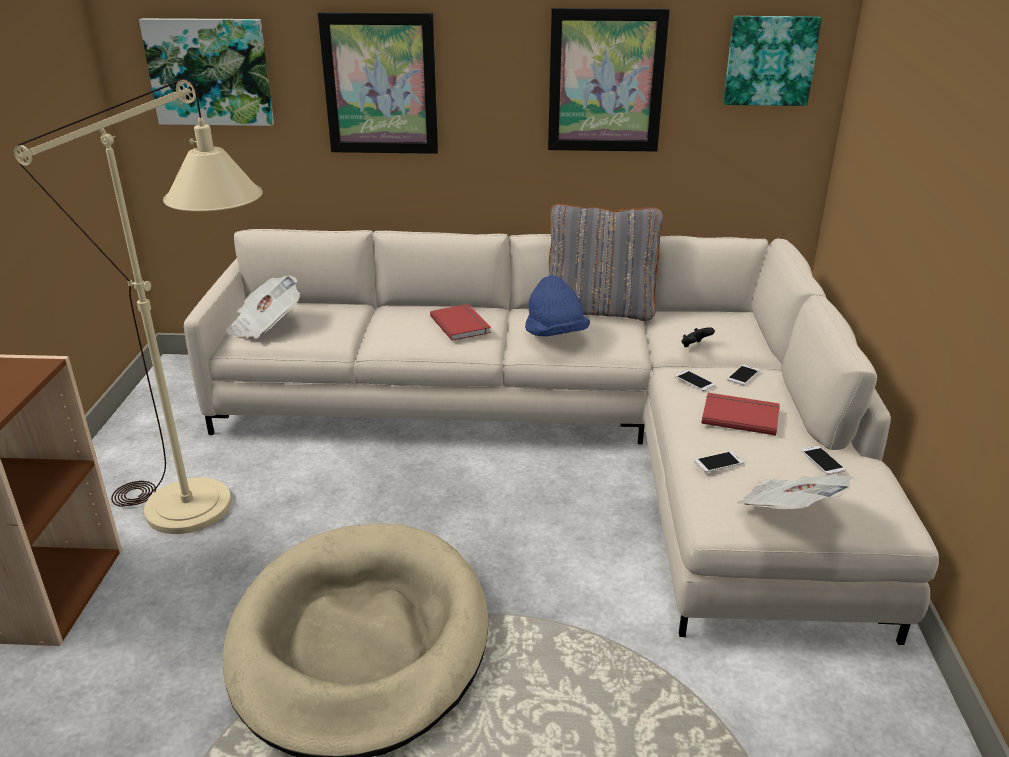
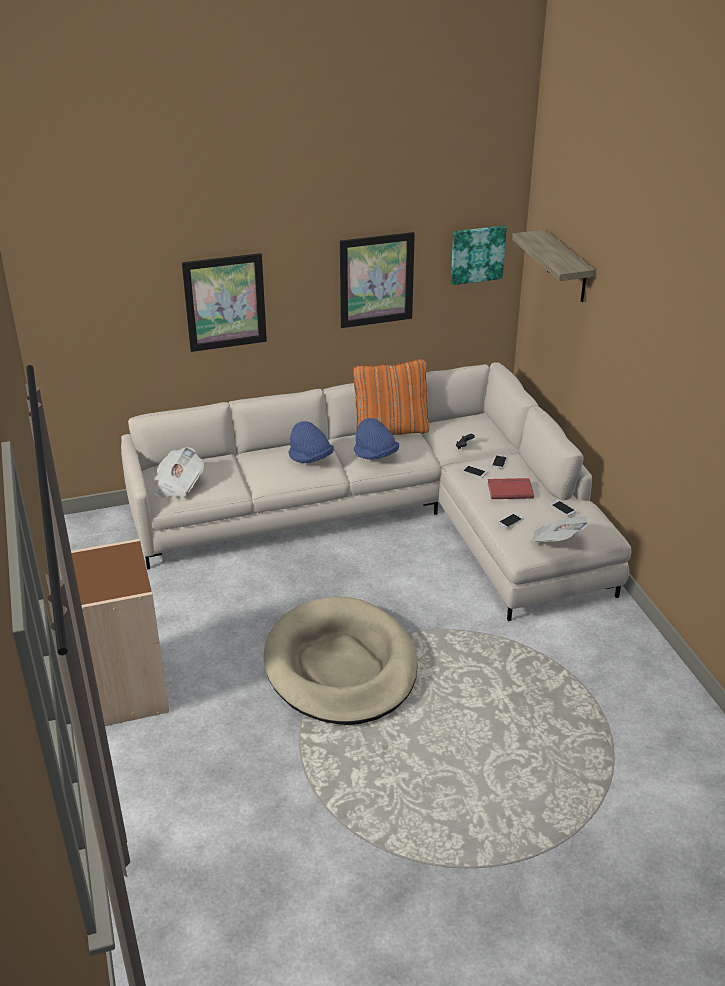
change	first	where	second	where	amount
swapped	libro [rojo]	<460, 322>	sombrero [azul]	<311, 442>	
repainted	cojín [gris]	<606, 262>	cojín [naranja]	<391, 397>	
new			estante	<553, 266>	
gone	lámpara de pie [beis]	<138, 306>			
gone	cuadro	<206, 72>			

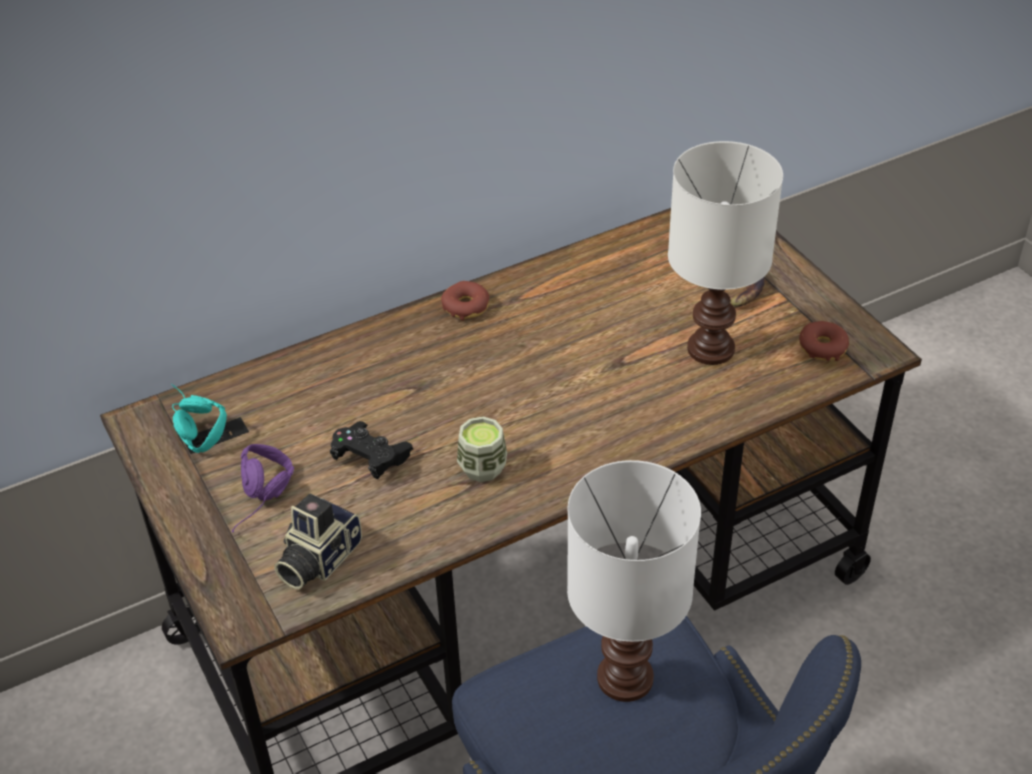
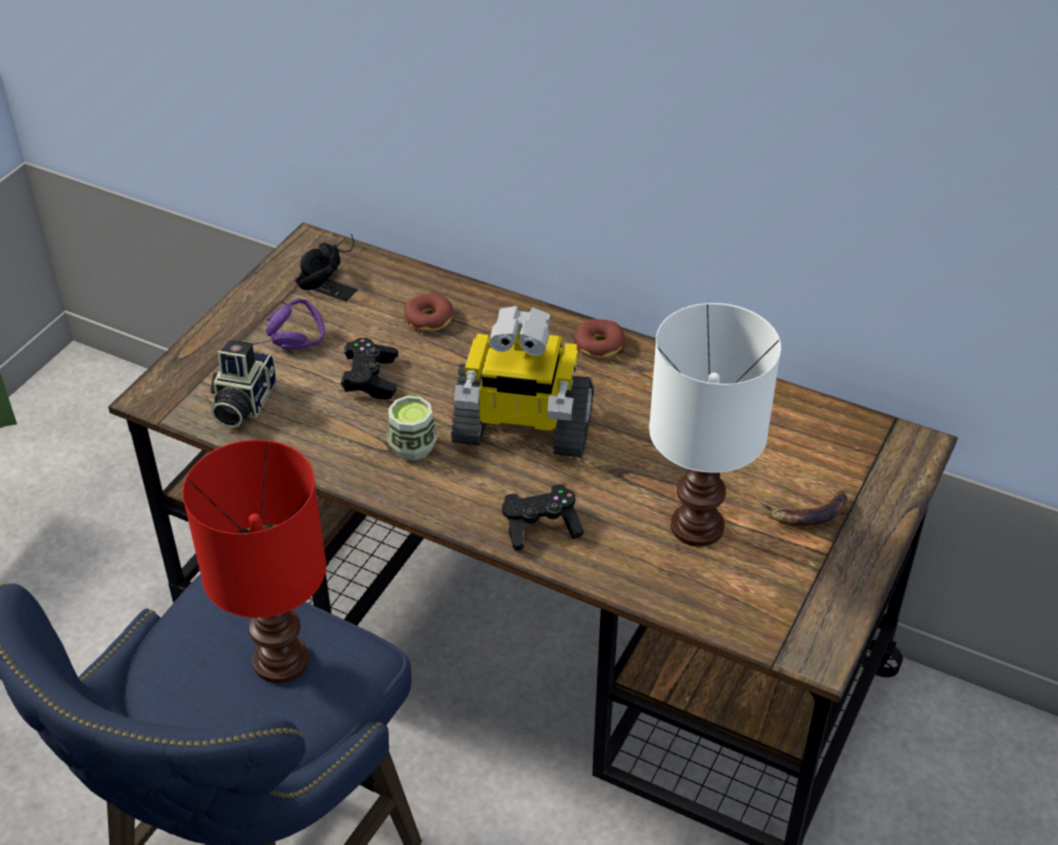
change	first	where	second	where	amount
repainted	lámpara de mesa [blanco]	<634, 581>	lámpara de mesa [rojo]	<254, 561>	
rotated	cámara	<318, 541>		<243, 384>	75 degrees counterclockwise
repainted	auriculares [turquesa]	<199, 418>	auriculares [negro]	<324, 262>	
shifted	rosquilla	<824, 341>		<429, 312>	
new			robot de juguete	<522, 381>	
new			mando de consola [negro]	<543, 517>	

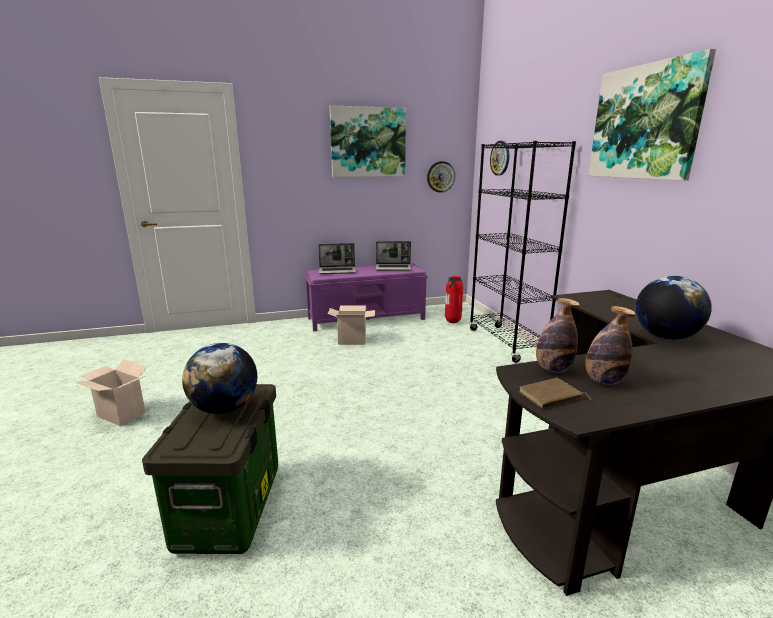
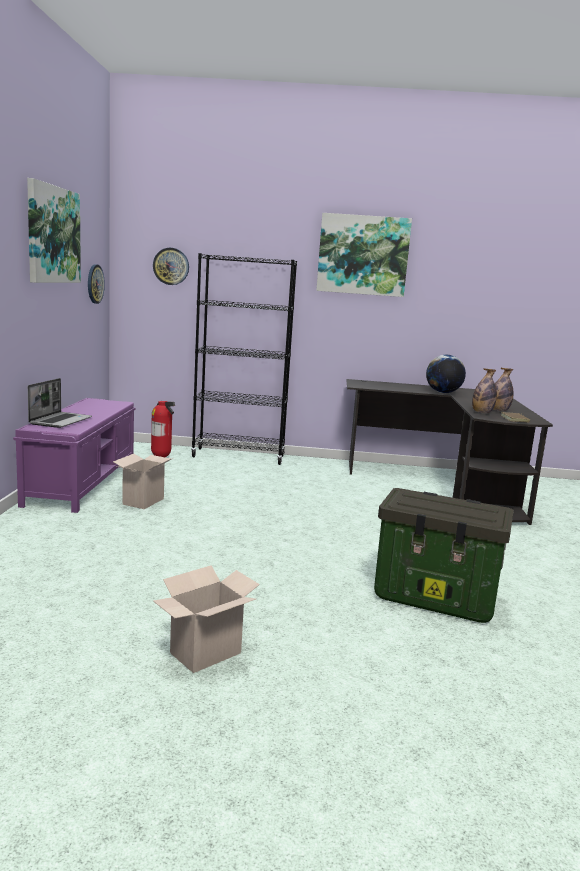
change	first	where	second	where	amount
gone	globo terráqueo	<219, 378>			
gone	portátil	<394, 256>			

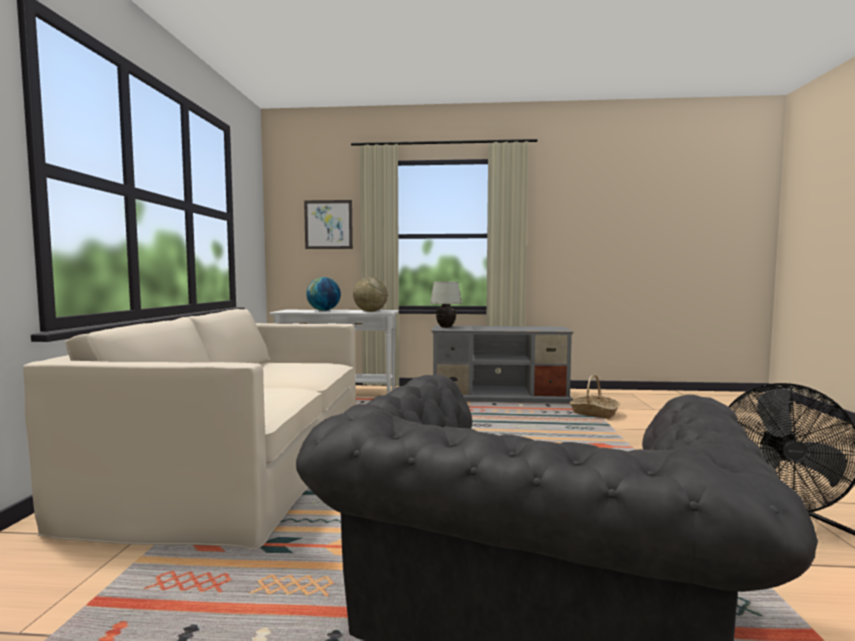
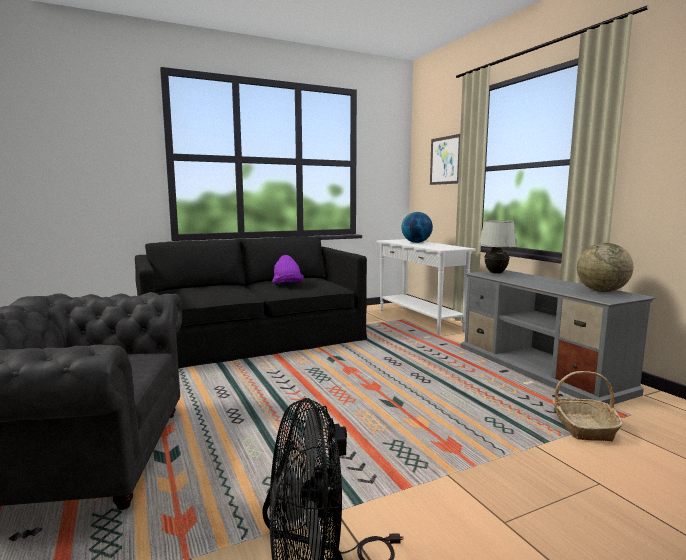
change	first	where	second	where	amount
repainted	sofá [beis]	<189, 429>	sofá [negro]	<251, 302>	
new			sombrero [morado]	<288, 269>	
shifted	globo terráqueo	<370, 294>		<605, 267>	

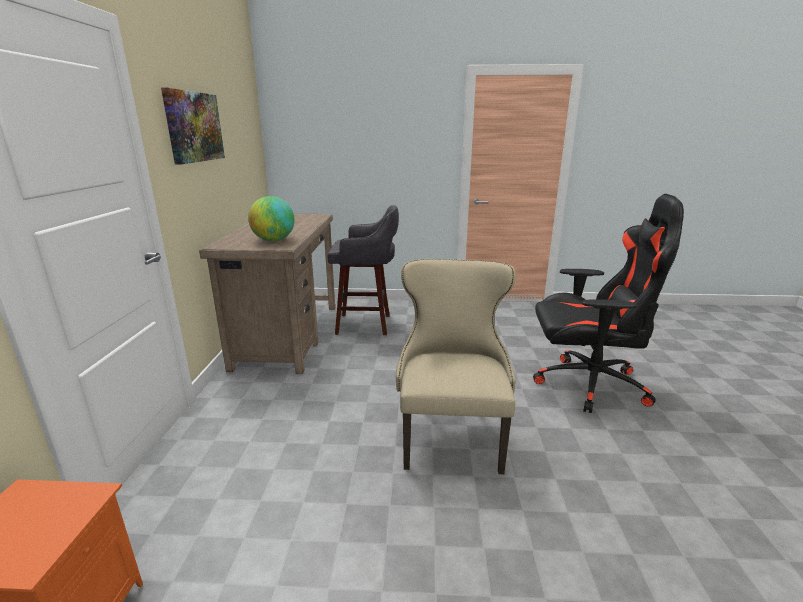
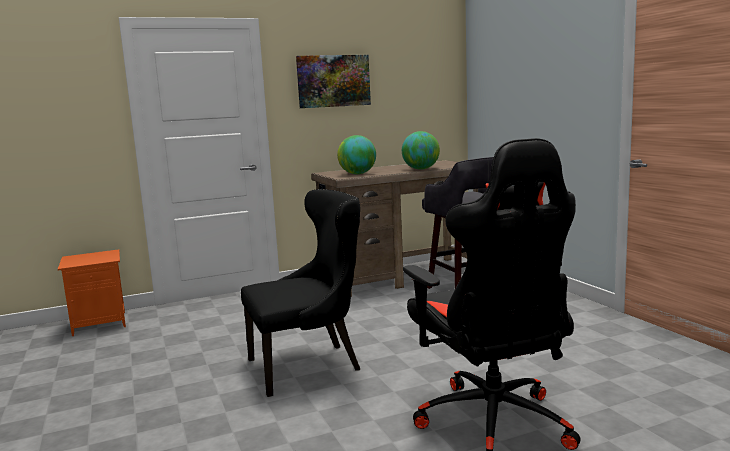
change	first	where	second	where	amount
repainted	silla [beis]	<456, 366>	silla [negro]	<300, 293>	
new			globo terráqueo	<421, 150>	

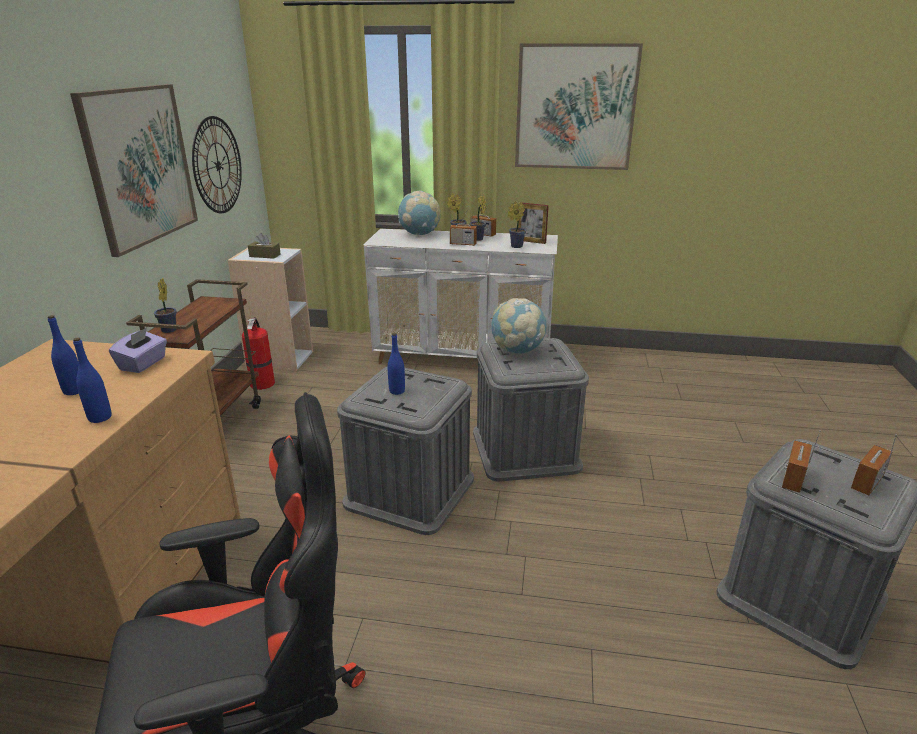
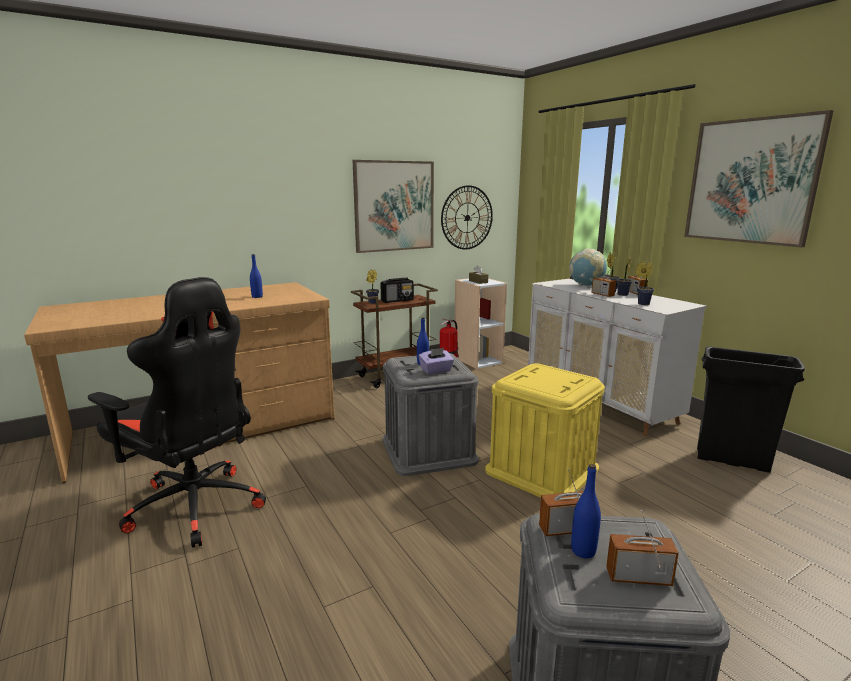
change	first	where	second	where	amount
new			radio	<397, 290>	
shifted	caja de pañuelos [morado]	<138, 350>		<436, 361>	
repainted	caja de almacenaje [gris]	<531, 409>	caja de almacenaje [amarillo]	<545, 430>	
shifted	botella [azul]	<92, 380>		<586, 511>	
new			papelera [negro]	<751, 410>	
gone	globo terráqueo	<518, 326>			
gone	portarretratos	<533, 223>			

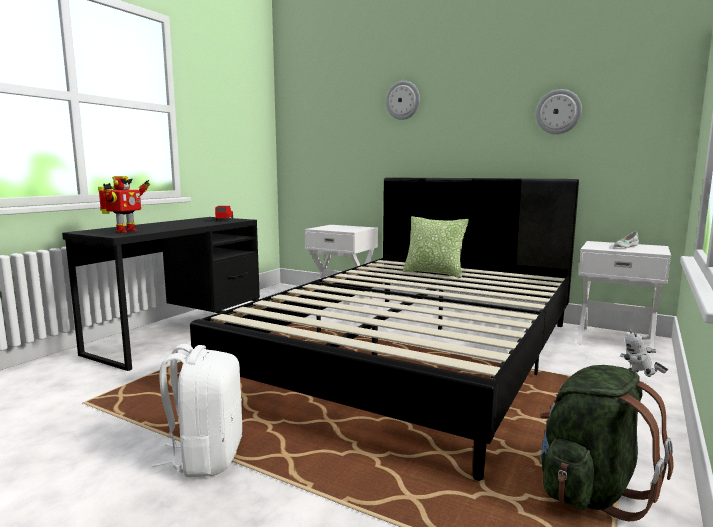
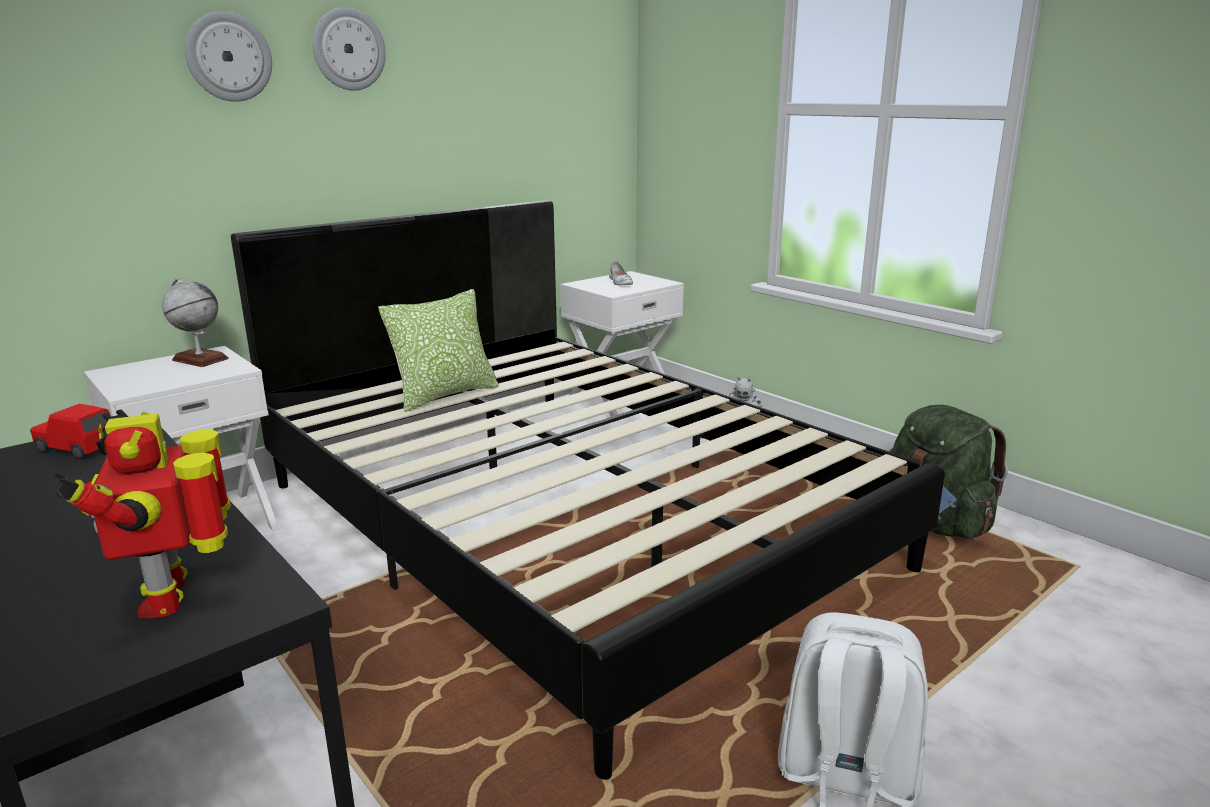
change	first	where	second	where	amount
rotated	robot de juguete	<124, 204>		<143, 514>	150 degrees counterclockwise
new			globo terráqueo	<195, 322>	
shifted	reloj de pared	<559, 111>		<349, 49>	

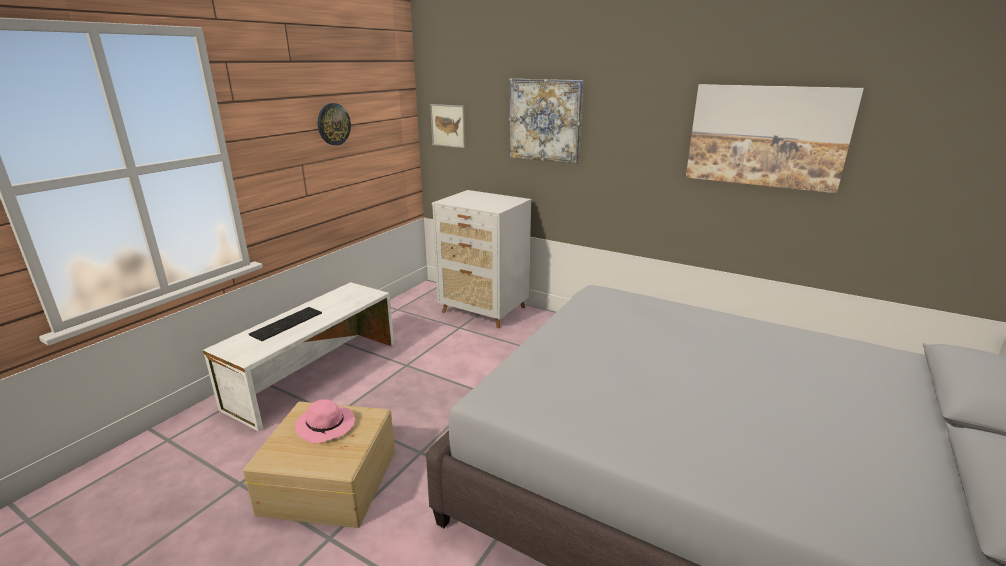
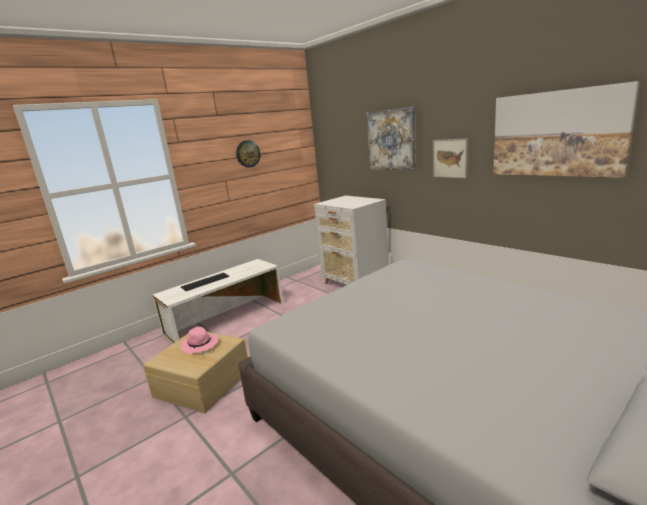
change	first	where	second	where	amount
shifted	cuadro	<447, 126>		<450, 158>	

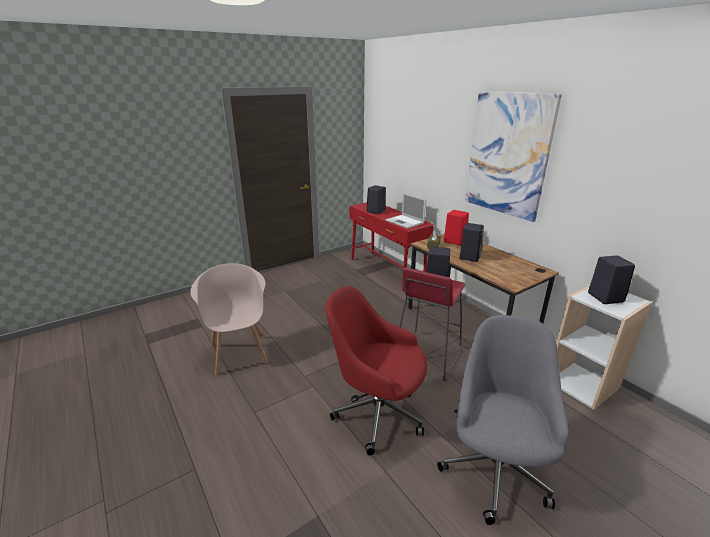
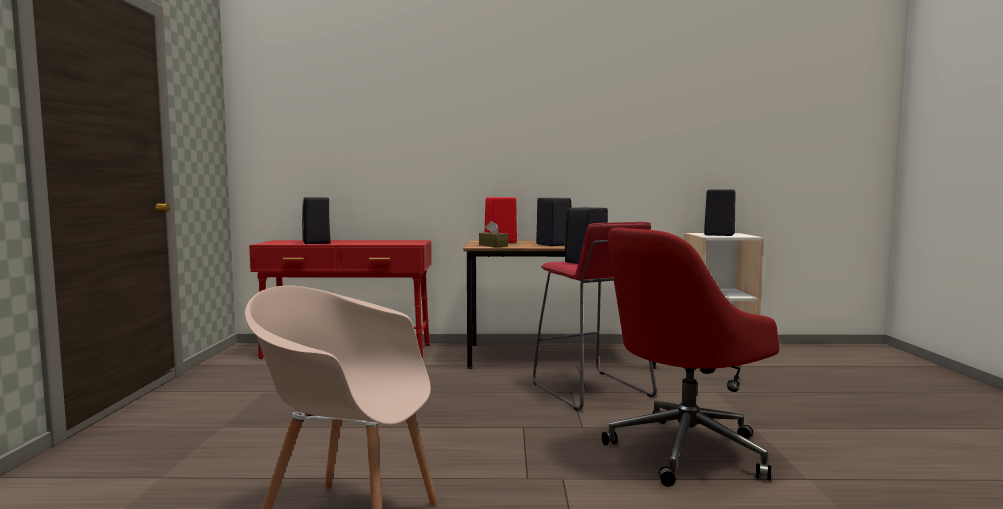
change	first	where	second	where	amount
gone	portátil	<406, 211>			
gone	silla de oficina [gris]	<503, 420>			
gone	cuadro	<513, 156>			

